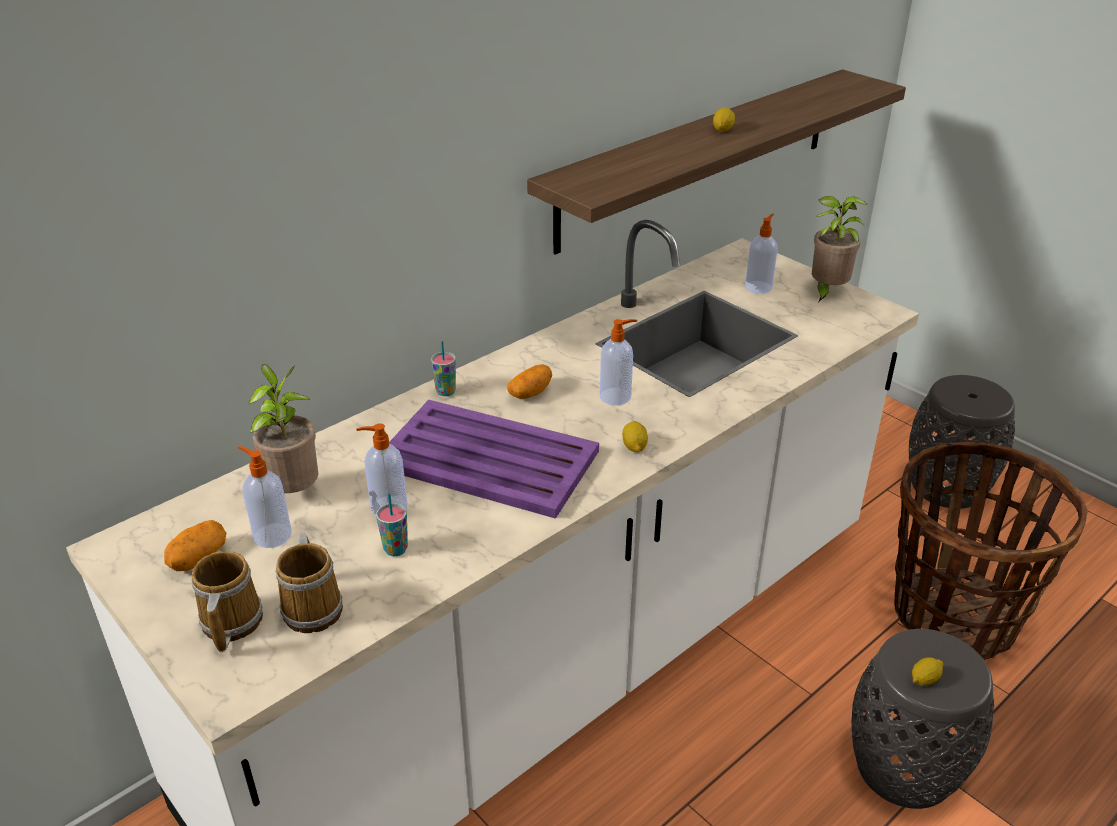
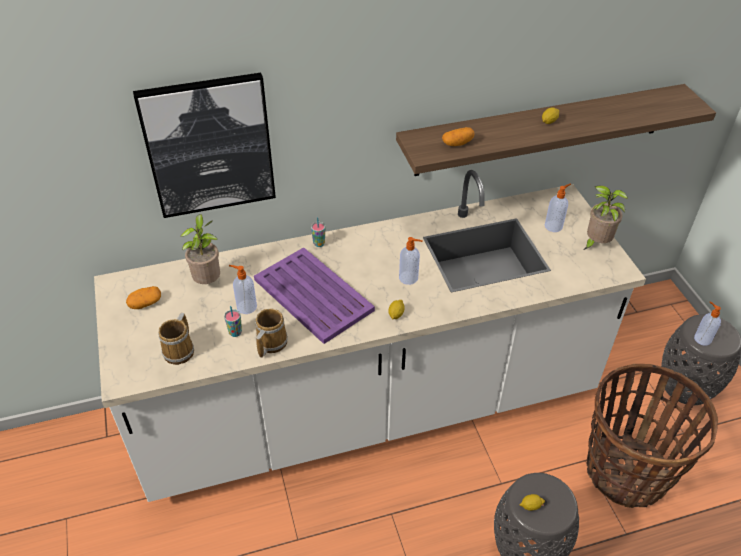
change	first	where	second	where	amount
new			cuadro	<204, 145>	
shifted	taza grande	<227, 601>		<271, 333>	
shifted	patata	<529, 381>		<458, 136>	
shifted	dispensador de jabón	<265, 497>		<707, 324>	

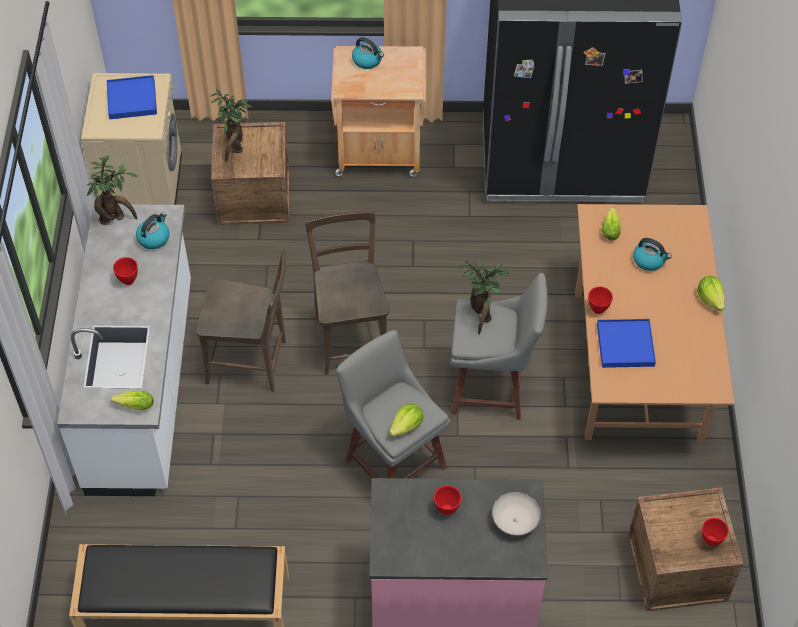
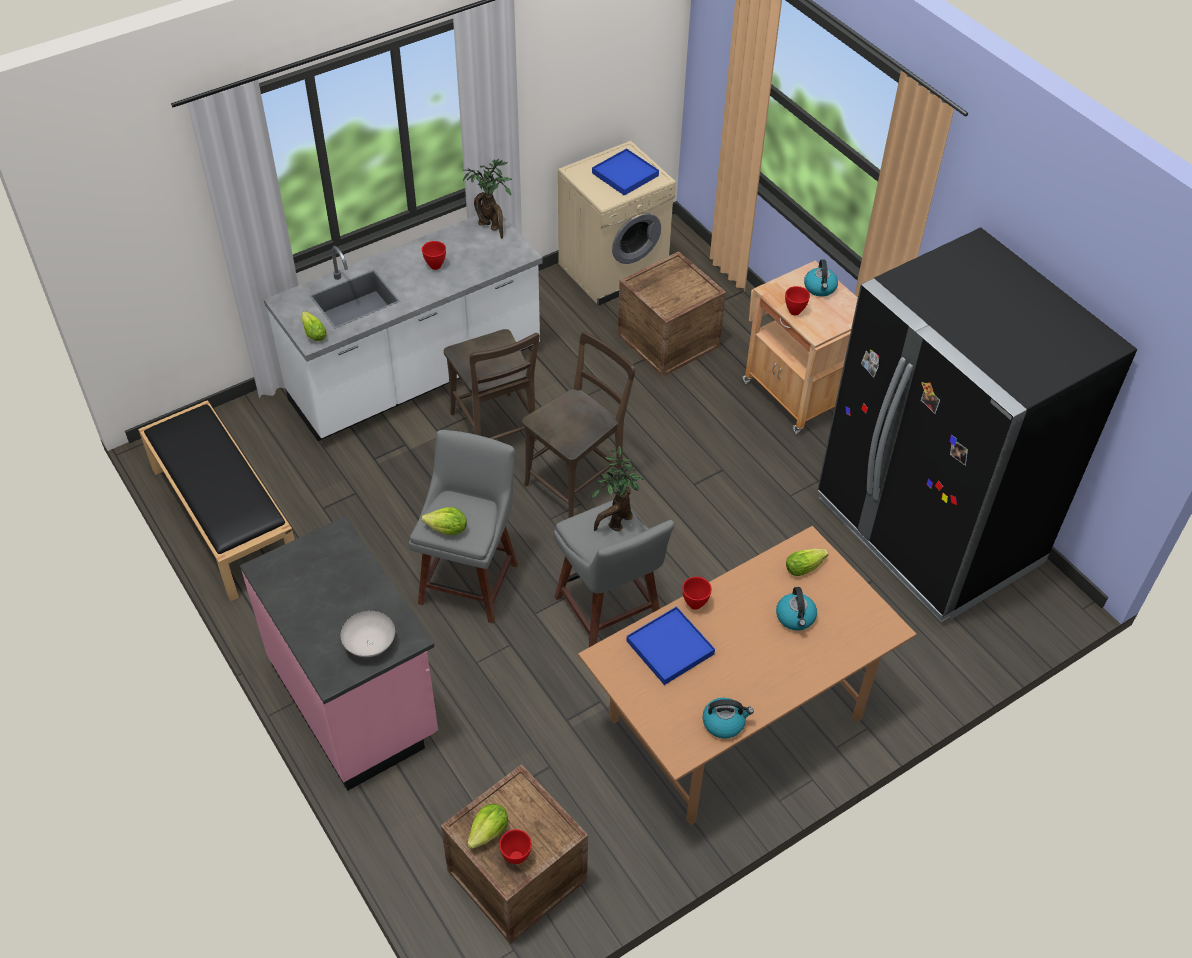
change	first	where	second	where	amount
shifted	lechuga	<711, 293>		<487, 826>	
shifted	hervidor	<153, 230>		<728, 718>	
shifted	cuenco [rojo]	<447, 500>		<797, 300>	
gone	planta en maceta	<231, 125>			

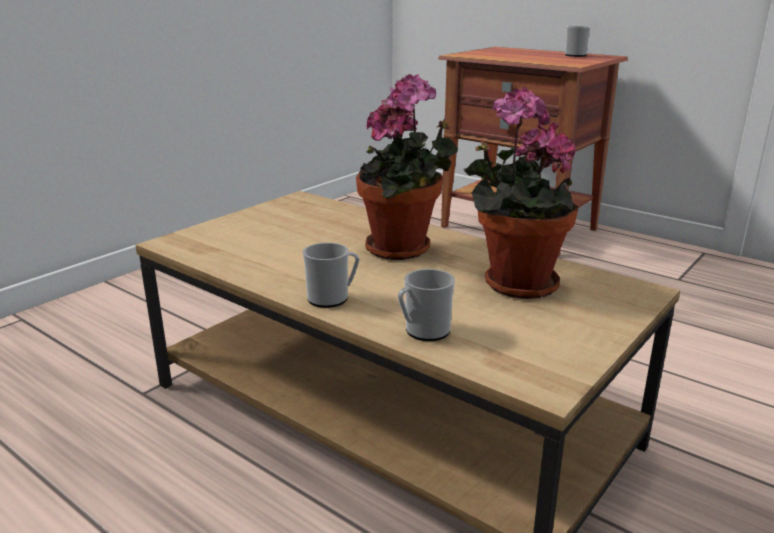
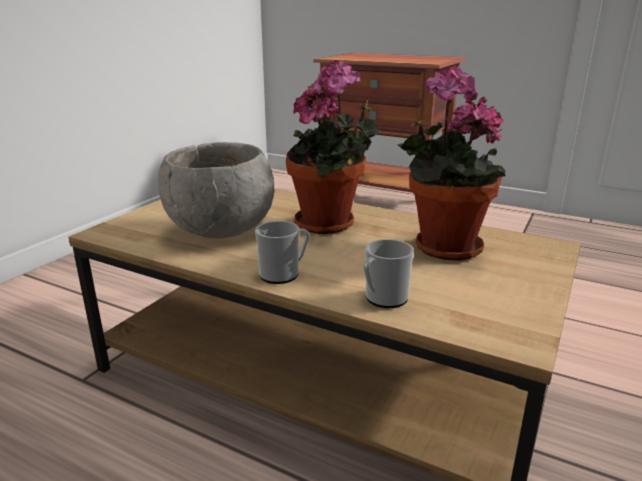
change	first	where	second	where	amount
new			cuenco [gris]	<216, 190>	
gone	taza grande	<578, 41>			

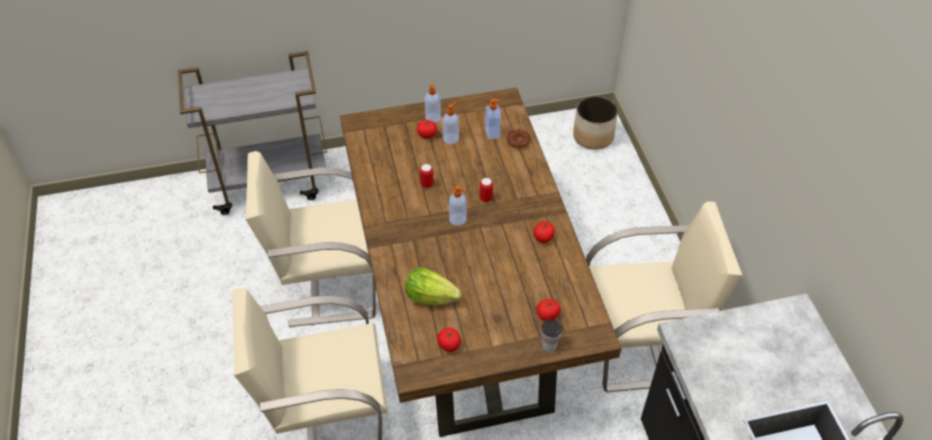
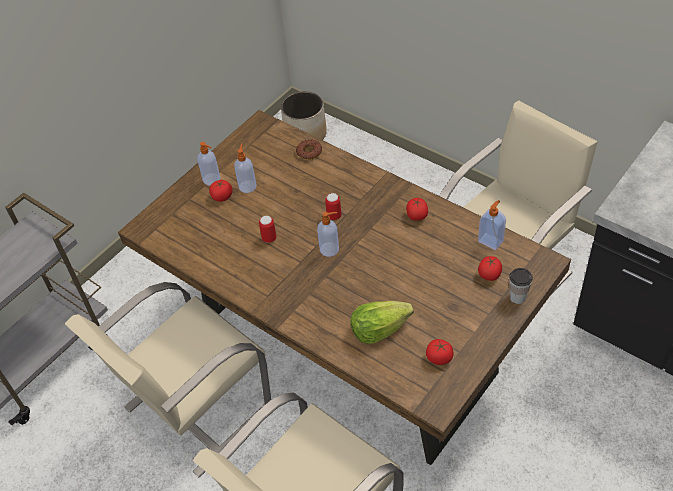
change	first	where	second	where	amount
shifted	dispensador de jabón	<493, 119>		<492, 225>	

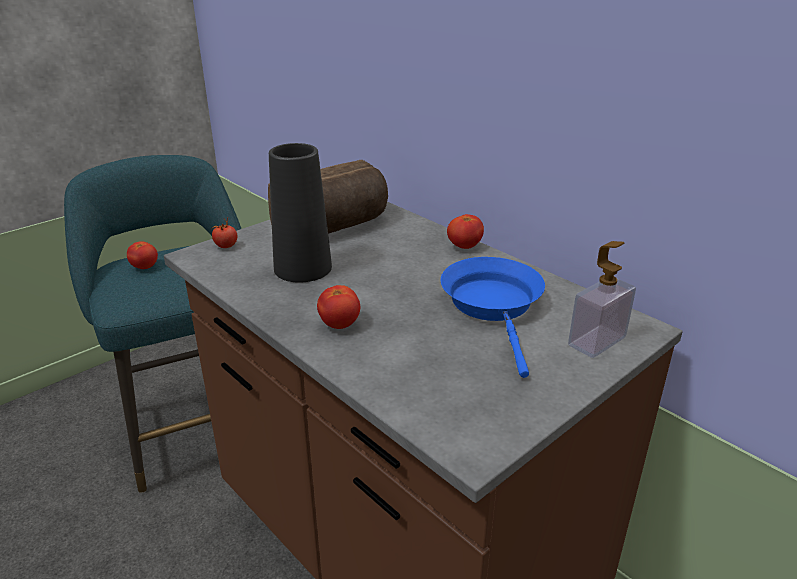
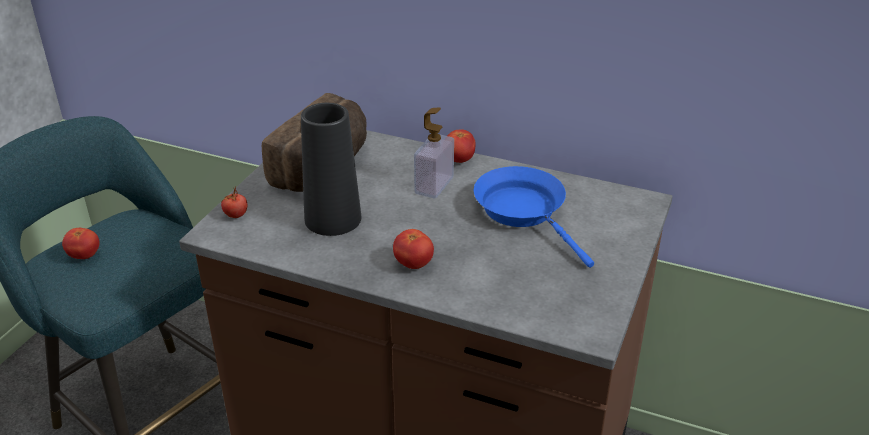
change	first	where	second	where	amount
shifted	dispensador de jabón	<602, 299>		<434, 152>	

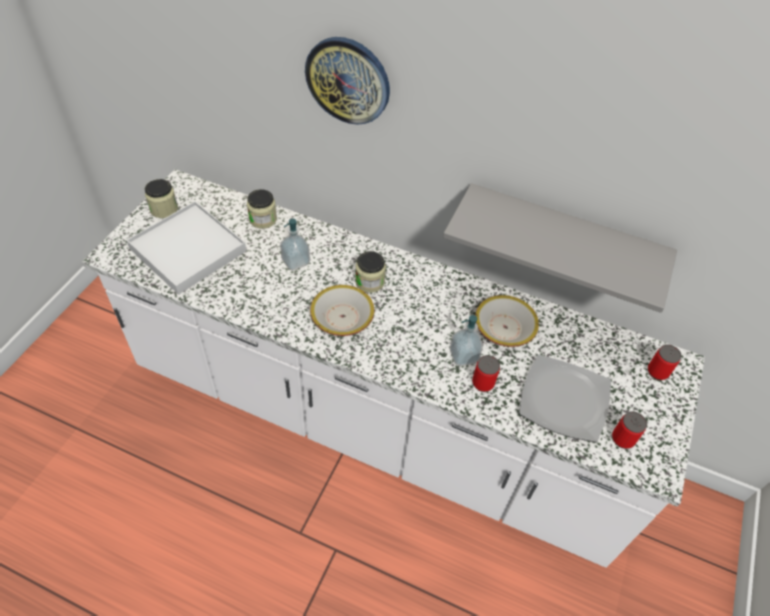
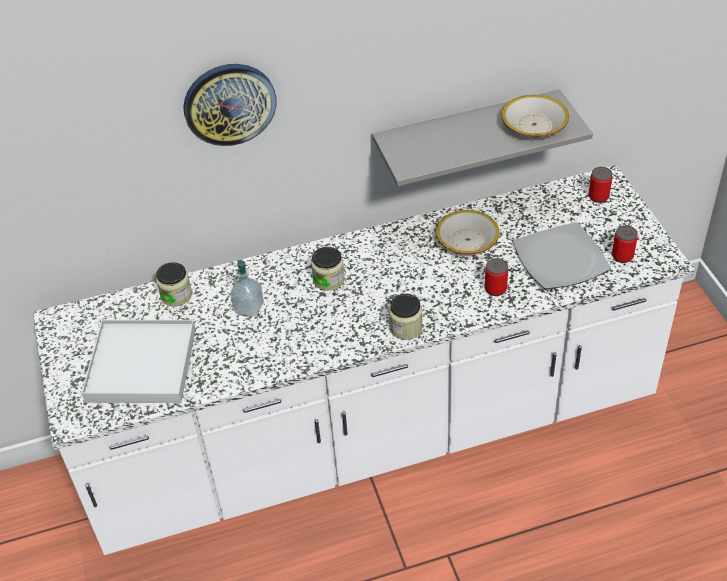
change	first	where	second	where	amount
shifted	tarro	<161, 198>		<406, 317>	
shifted	cuenco	<342, 310>		<535, 116>	
gone	dispensador de jabón	<466, 340>			

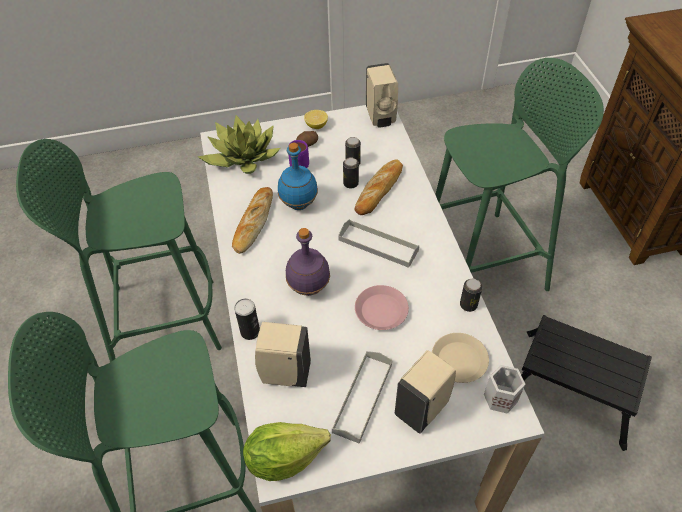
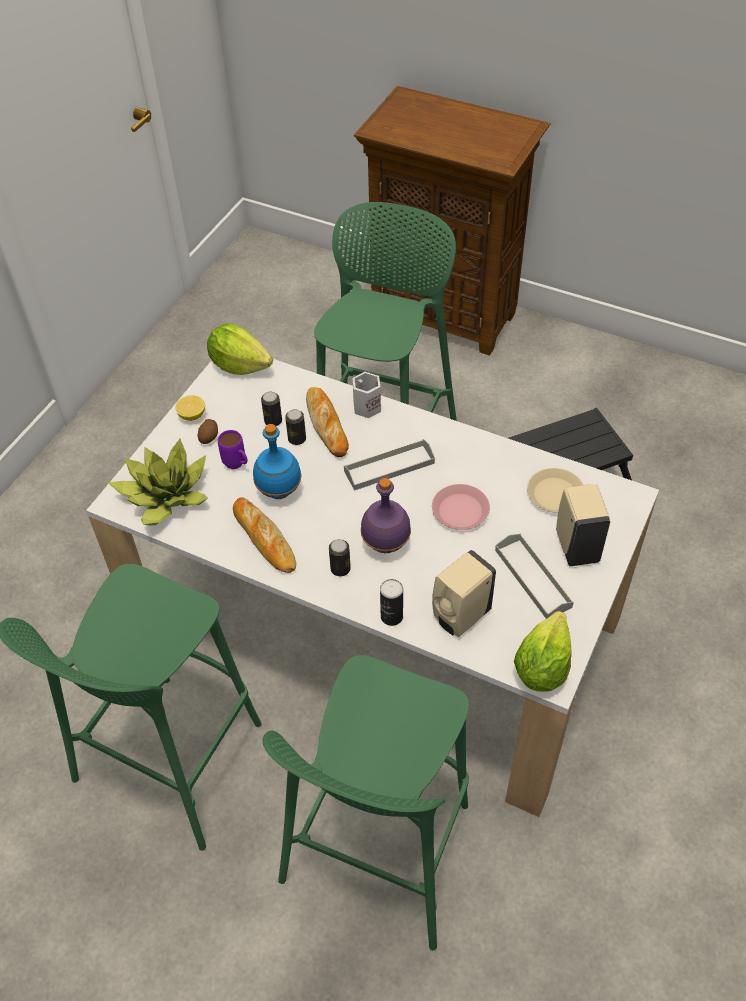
change	first	where	second	where	amount
swapped	dispensador de jabón [beis]	<382, 95>	lechuga	<240, 349>	
shifted	lata	<471, 295>		<340, 557>	
shifted	taza grande [blanco]	<504, 389>		<366, 395>	

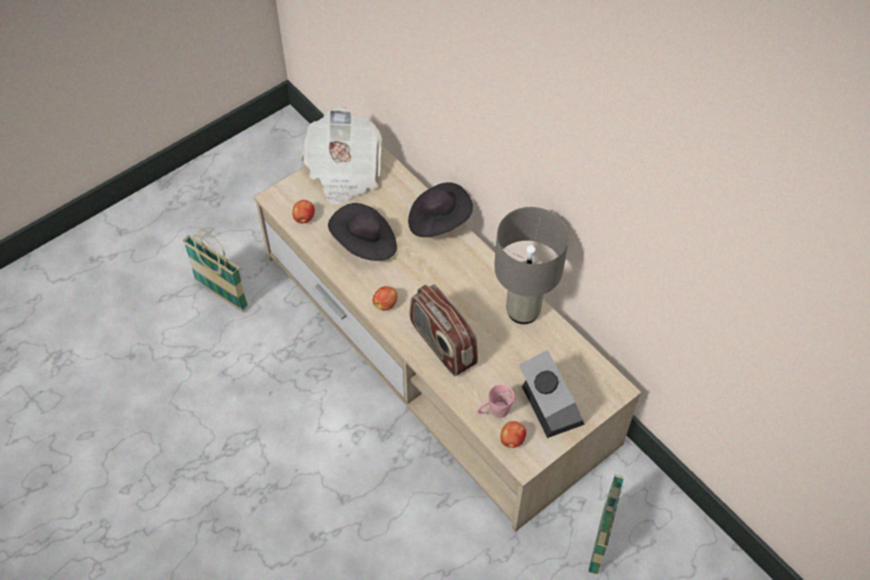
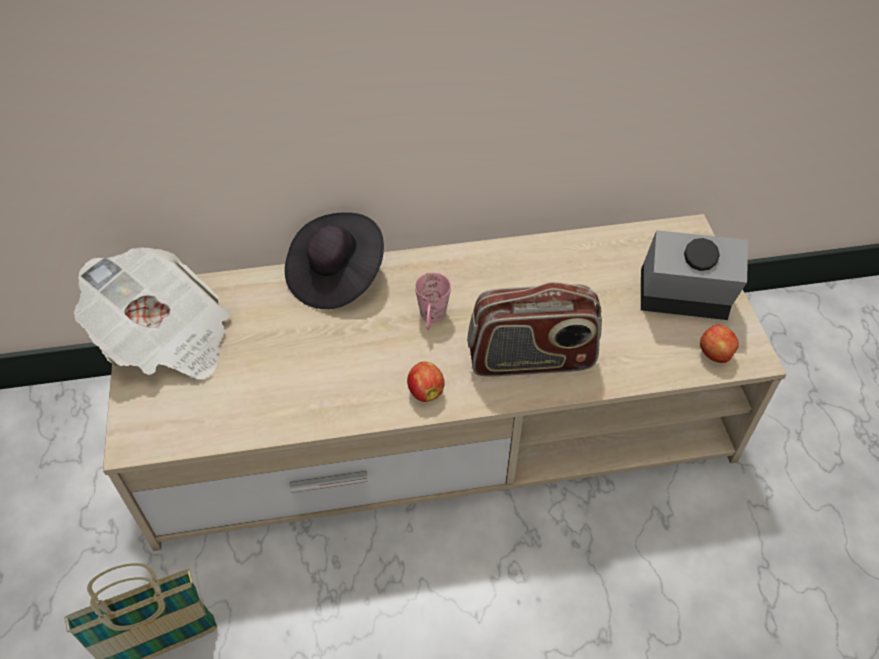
change	first	where	second	where	amount
shifted	taza grande [rosa]	<495, 401>		<433, 301>	
gone	manzana	<303, 211>			
gone	sombrero [negro]	<362, 232>			
gone	lámpara de mesa [gris]	<531, 265>			
gone	cesta	<606, 524>			

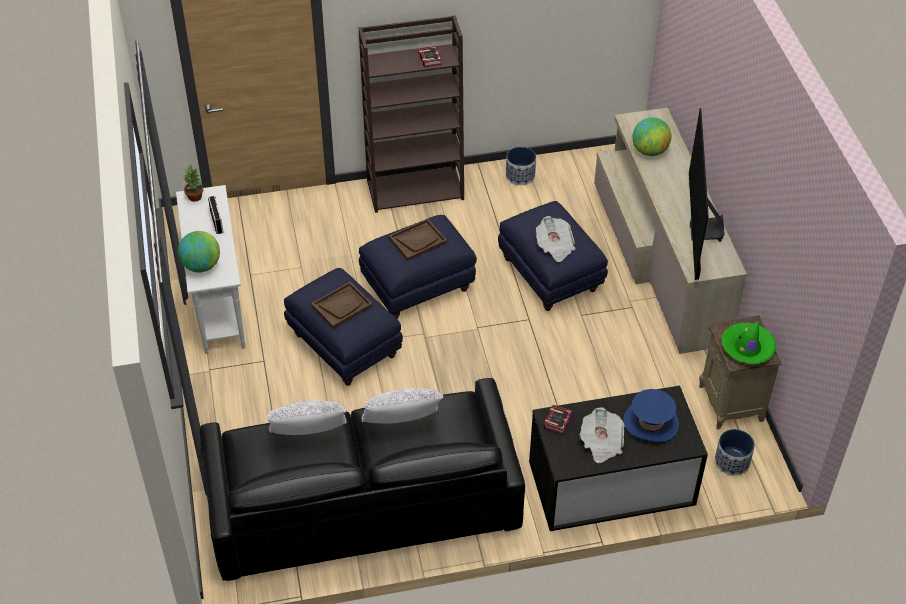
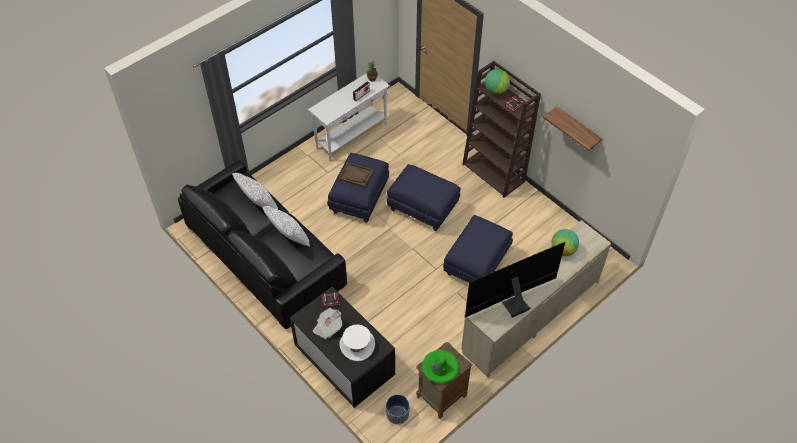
change	first	where	second	where	amount
repainted	sombrero [azul]	<651, 415>	sombrero [blanco]	<357, 342>	
shifted	globo terráqueo	<199, 251>		<497, 81>	
new			estante	<572, 129>	
gone	bandeja [marrón]	<418, 239>			
gone	maceta	<521, 166>			
gone	periódico	<556, 239>			

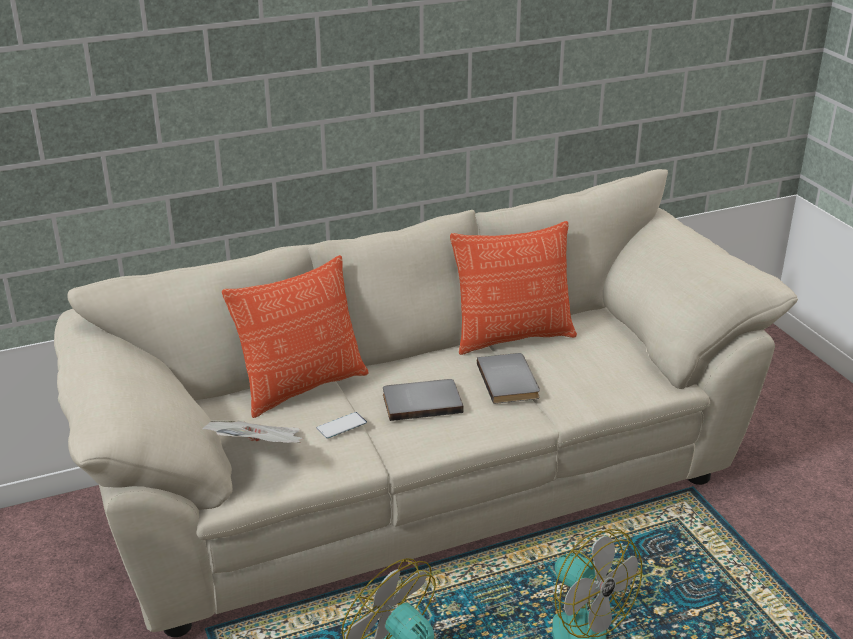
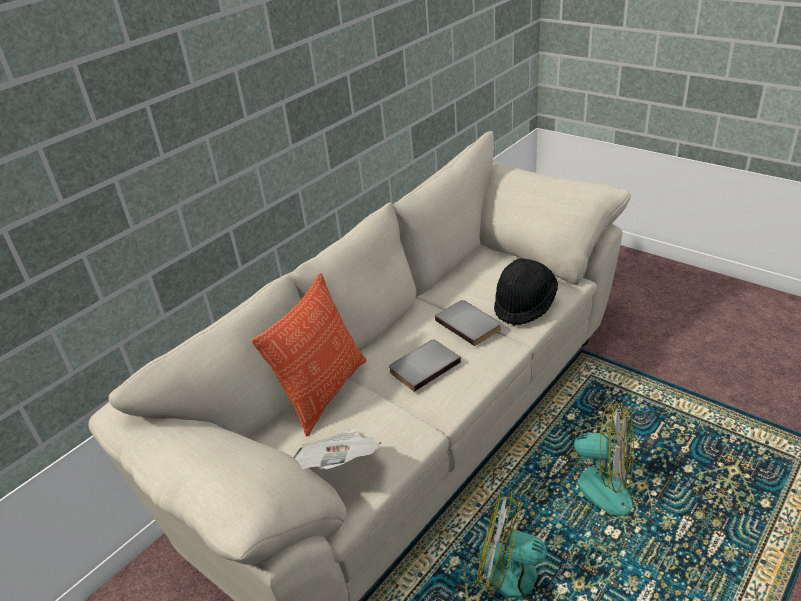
change	first	where	second	where	amount
new			sombrero [negro]	<526, 292>	
gone	móvil	<341, 425>			
gone	cojín [naranja]	<513, 288>			

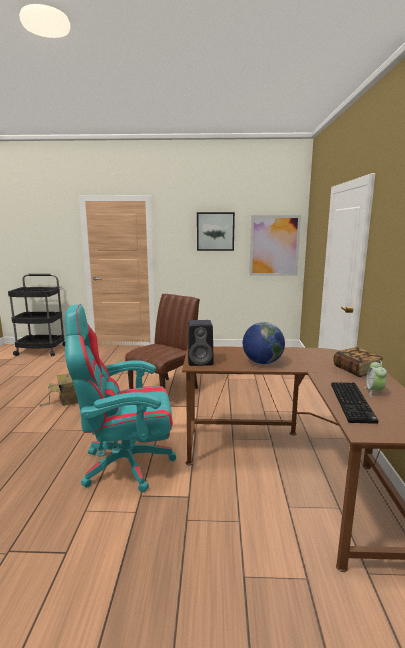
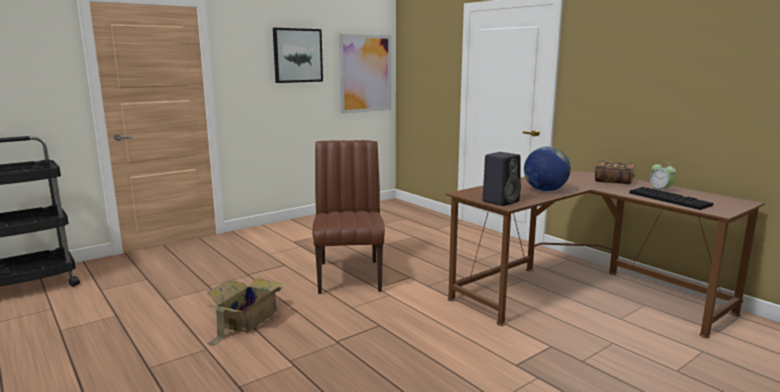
change	first	where	second	where	amount
gone	silla de oficina [turquesa]	<120, 398>			

